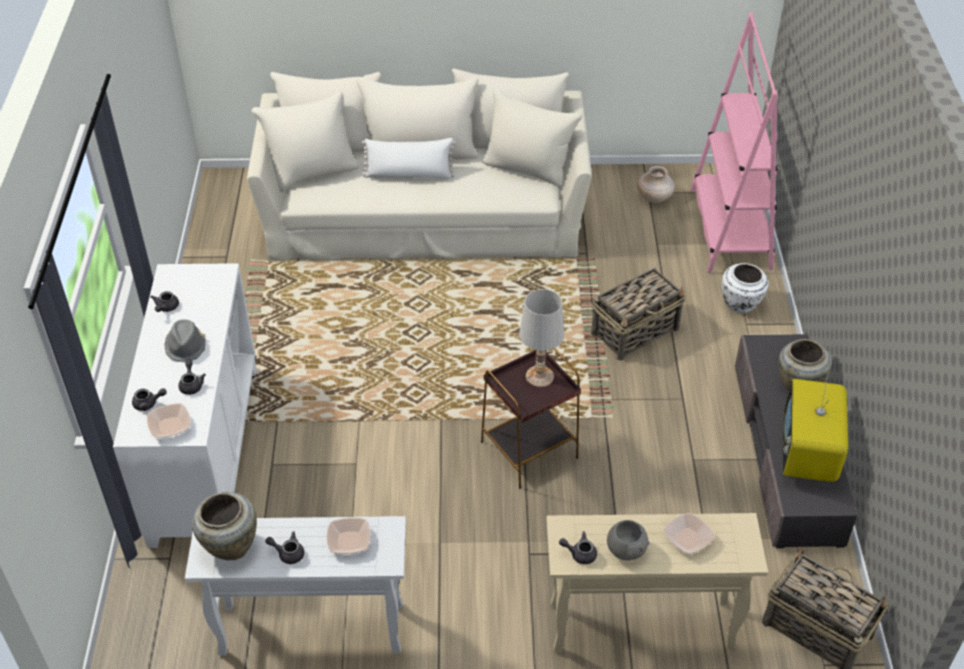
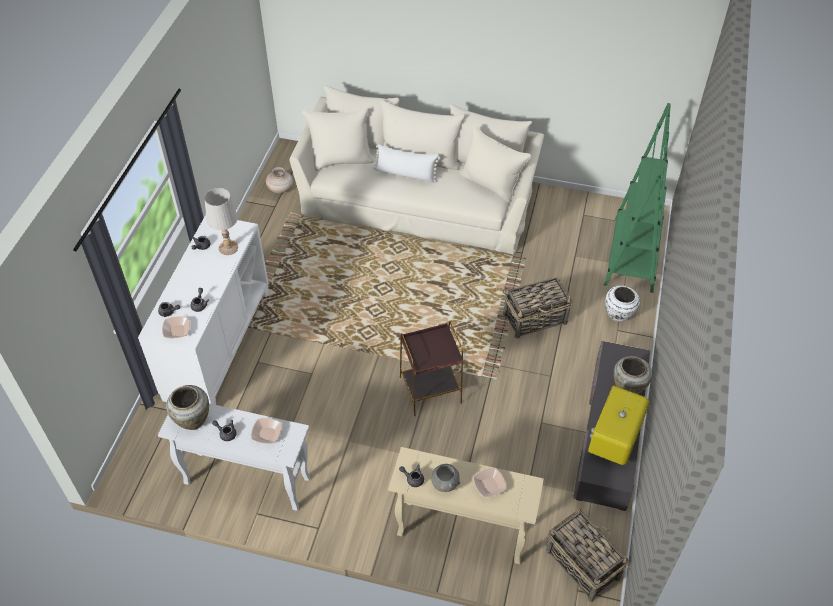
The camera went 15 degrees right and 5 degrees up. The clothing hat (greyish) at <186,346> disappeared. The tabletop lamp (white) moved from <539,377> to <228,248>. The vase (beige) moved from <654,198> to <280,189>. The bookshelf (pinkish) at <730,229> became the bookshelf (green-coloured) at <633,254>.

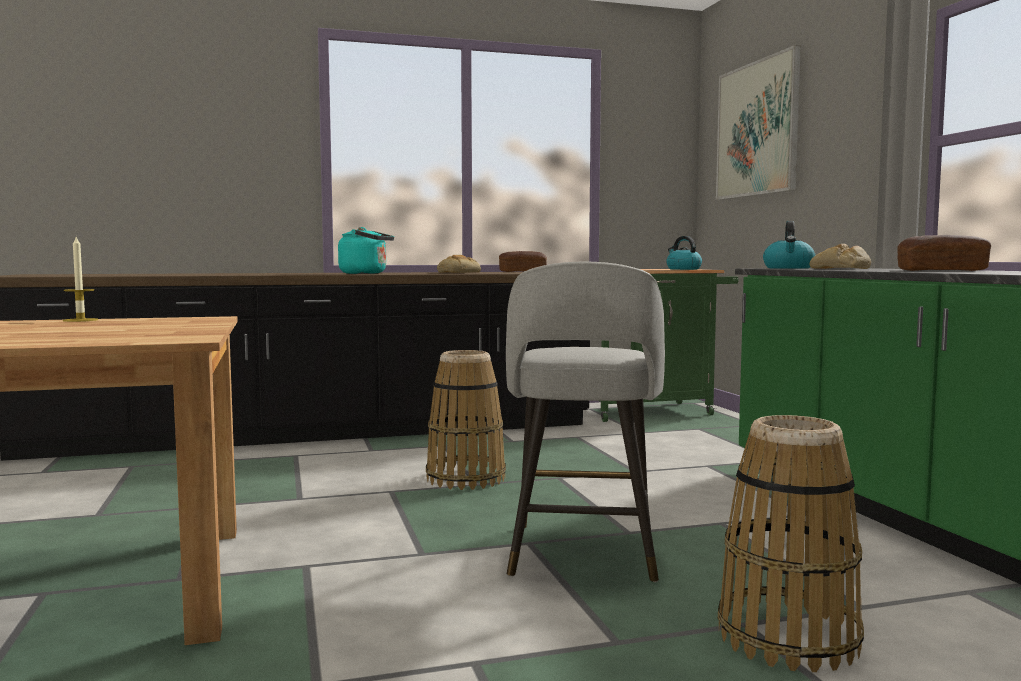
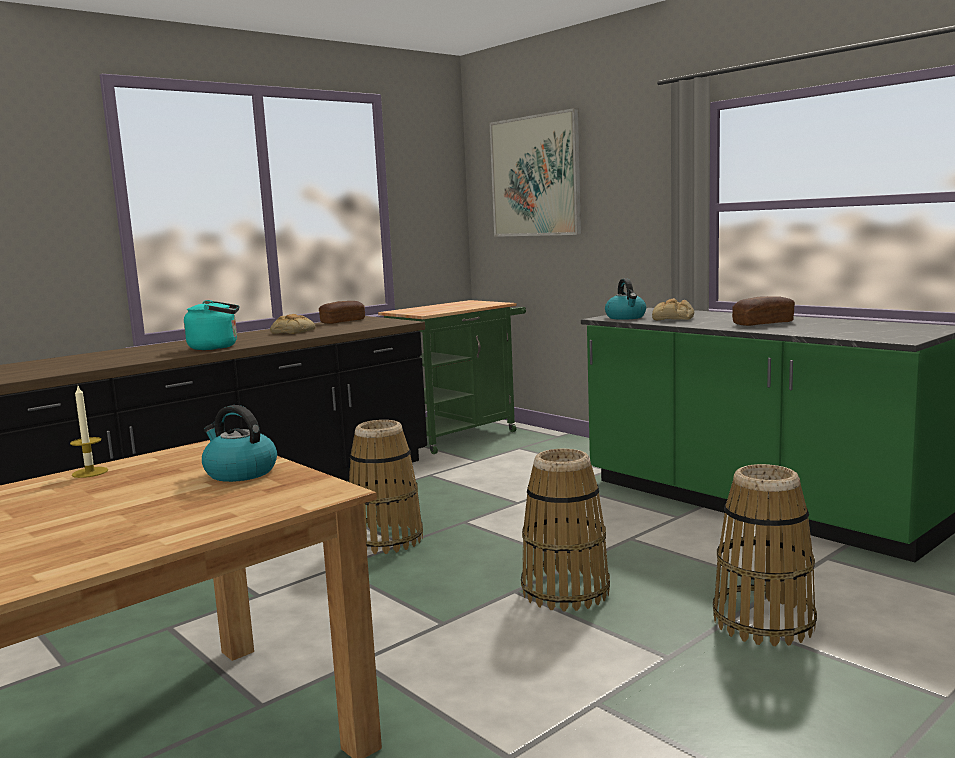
The camera went 25 degrees left and 5 degrees up. The stool (greyish) at <582,554> was replaced by the storage basket at <565,591>. The water kettle moved from <683,269> to <239,473>.

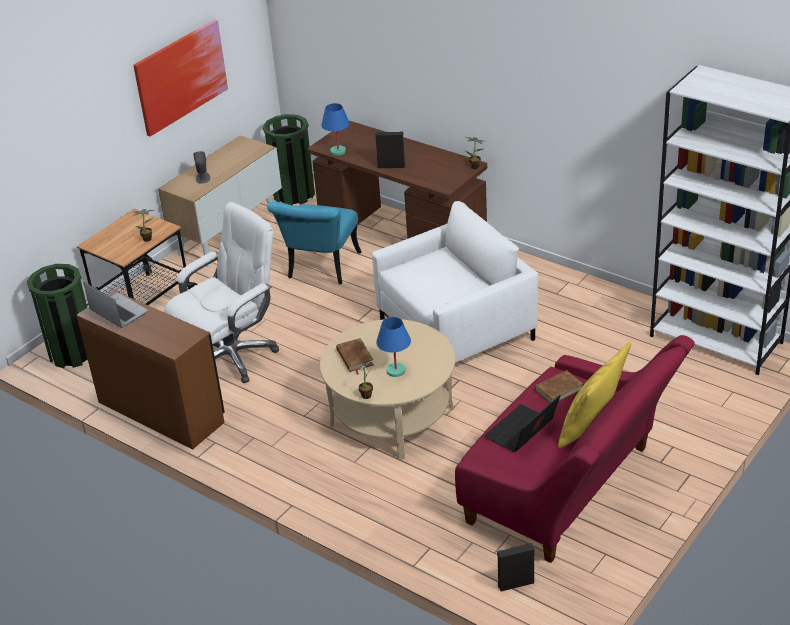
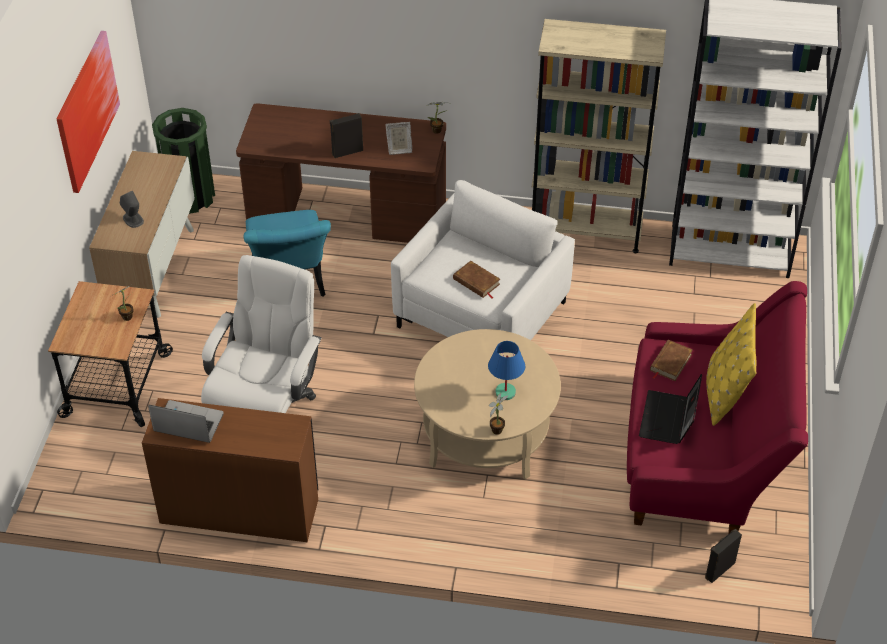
The camera went 30 degrees left and 10 degrees up. The trash can (green-coloured) at <73,352> disappeared. The tabletop lamp (bluish) at <337,151> disappeared. The volume (brownish) moved from <354,358> to <476,282>. The standing frame at <399,149> appeared. The bookshelf (beige) at <585,231> appeared.

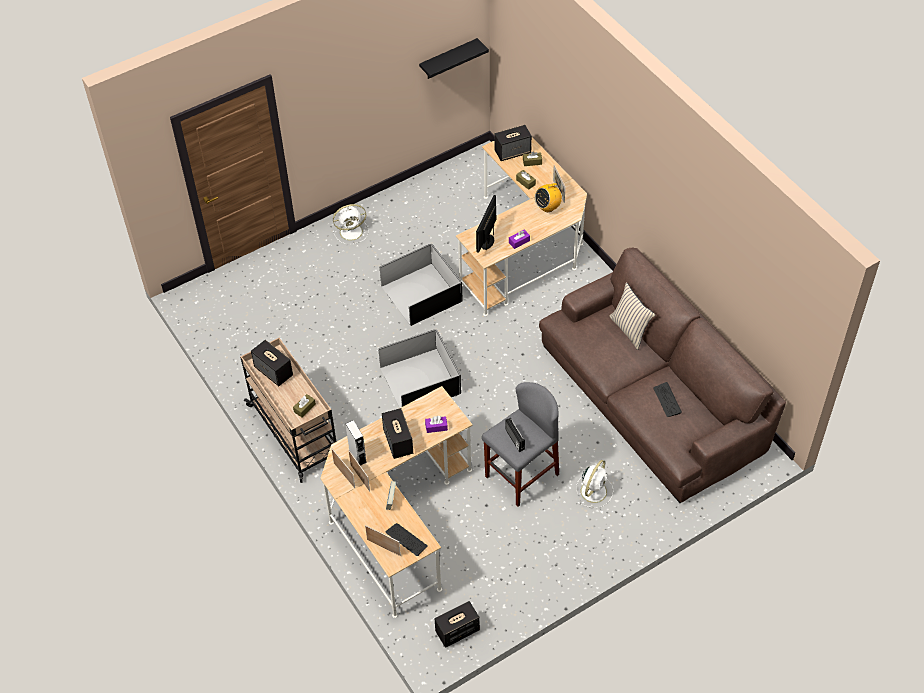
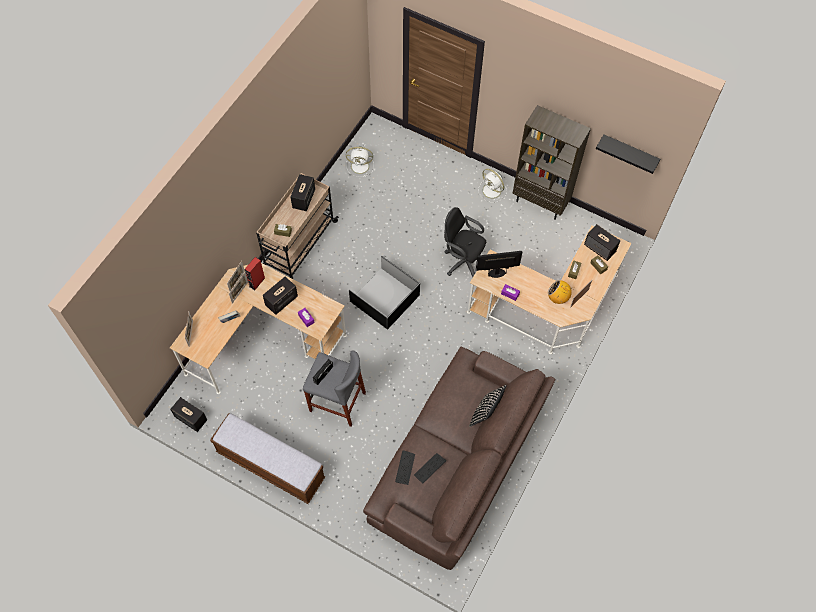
The camera went 60 degrees right and 10 degrees up. The loudspeaker (greyish) at <357,456> became the loudspeaker (red-coloured) at <257,282>. The storage box (blackish) at <421,293> was replaced by the office chair (blackish) at <463,261>. The keyboard moved from <406,540> to <405,468>. The fan (white) moved from <594,490> to <361,166>. The pillow (beige) at <630,329> became the pillow (blackish) at <486,413>. The long seat at <270,465> appeared. The bookshelf (brownish) at <540,202> appeared.

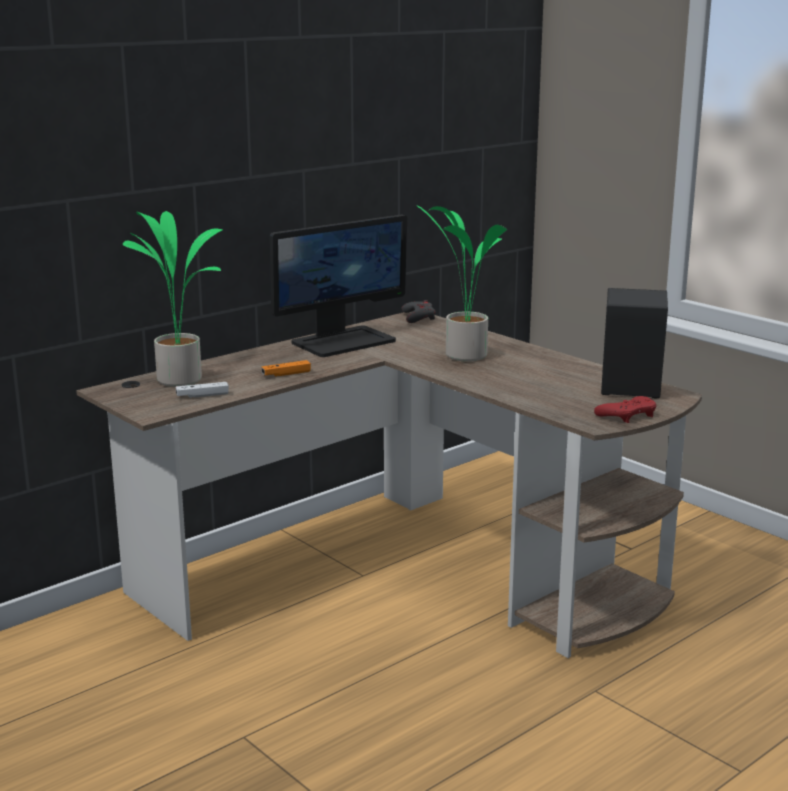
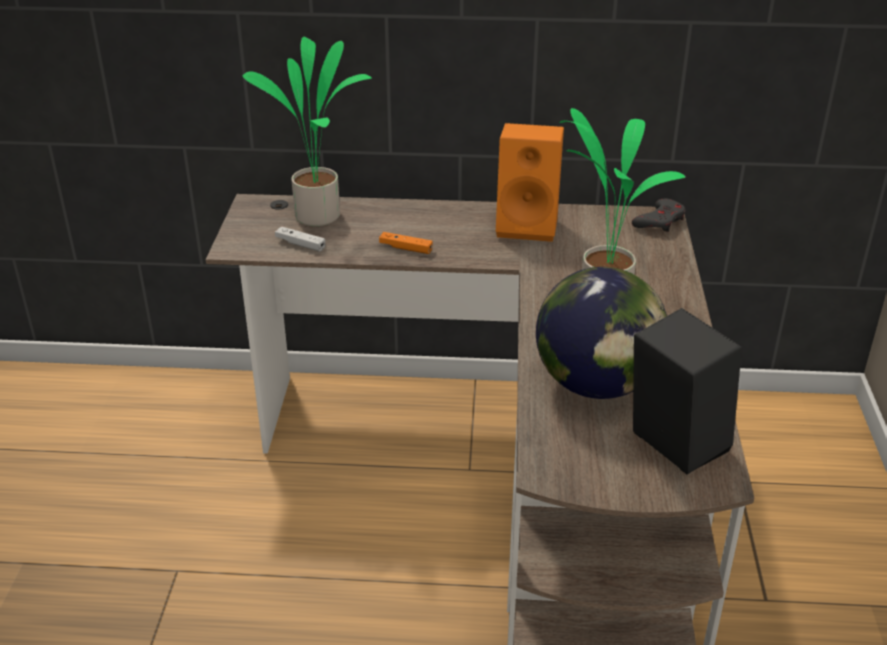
The camera went 45 degrees right and 15 degrees up. The computer screen at <343,341> was replaced by the loudspeaker (orangey) at <529,225>. The gamepad (red-coloured) at <628,415> disappeared. The desk globe at <596,385> appeared.

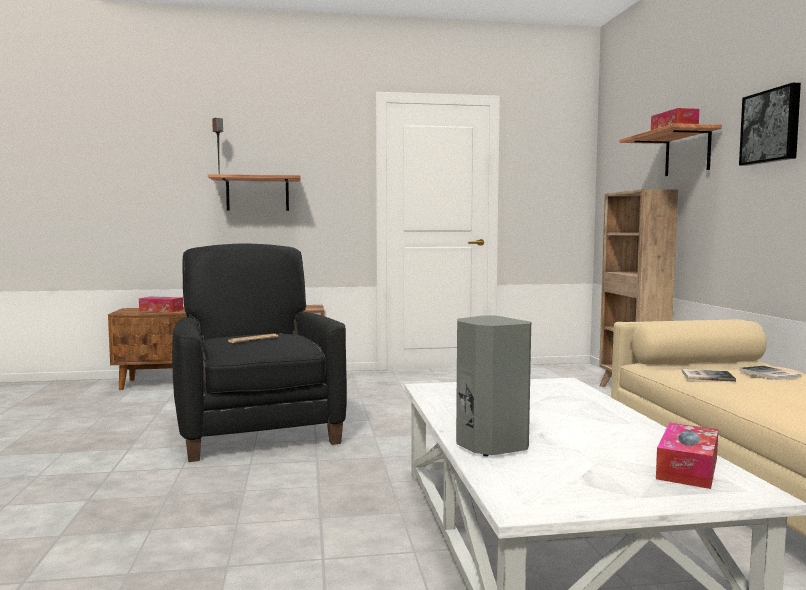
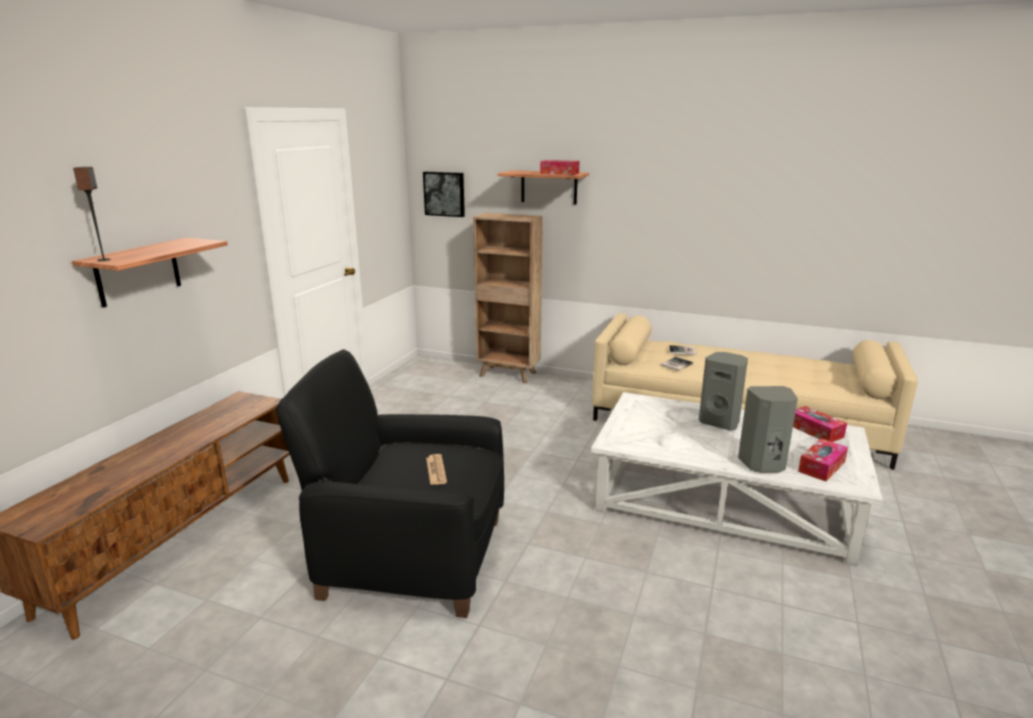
The camera went 60 degrees left and 15 degrees up. The tissue holder moved from <161,310> to <821,466>. The wall picture moved from <771,126> to <445,194>. The loudspeaker (greyish) at <720,422> appeared.

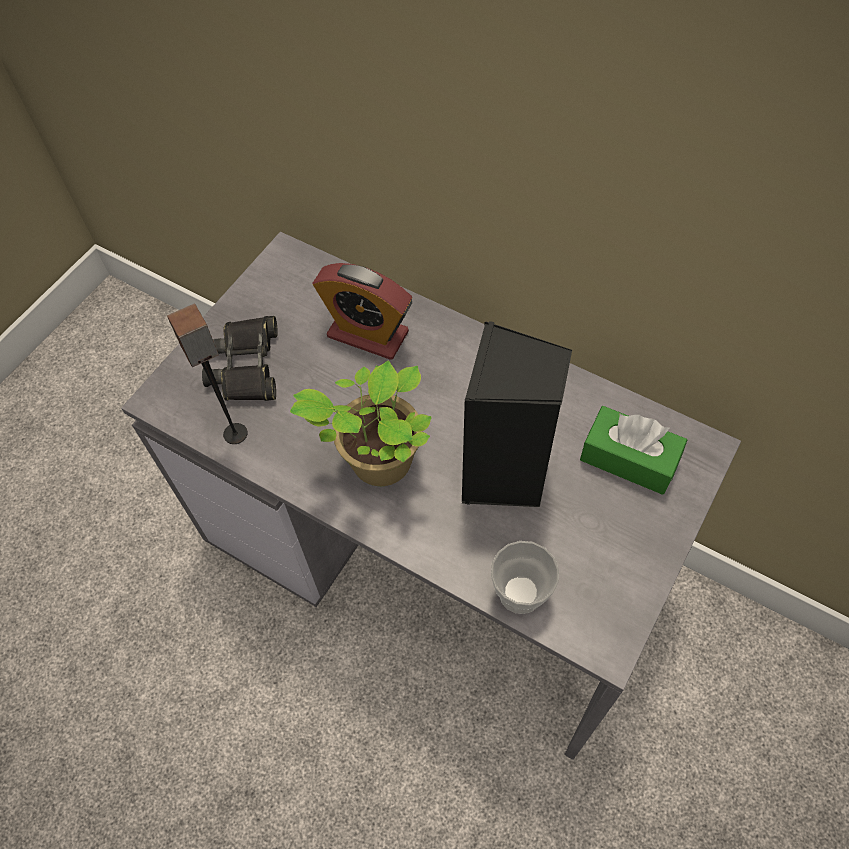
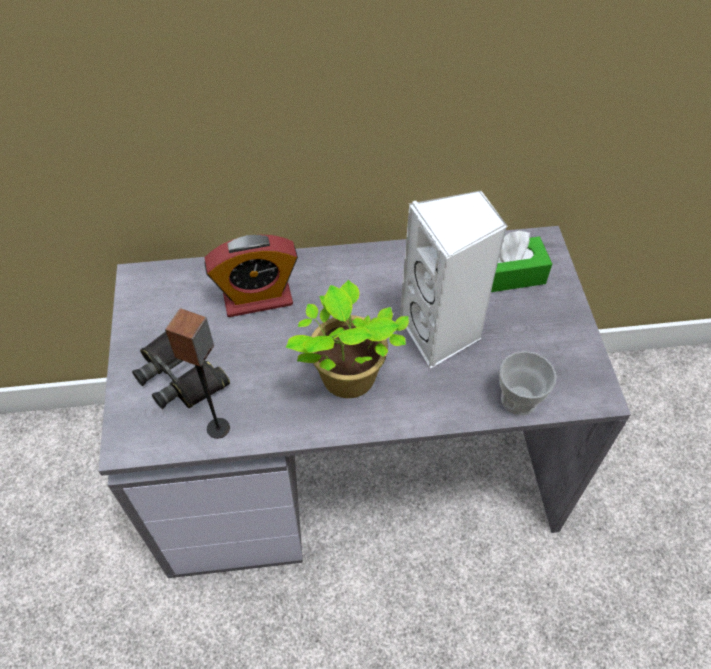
The camera went 40 degrees left and 5 degrees down. The loudspeaker (blackish) at <505,476> became the loudspeaker (white) at <441,333>.

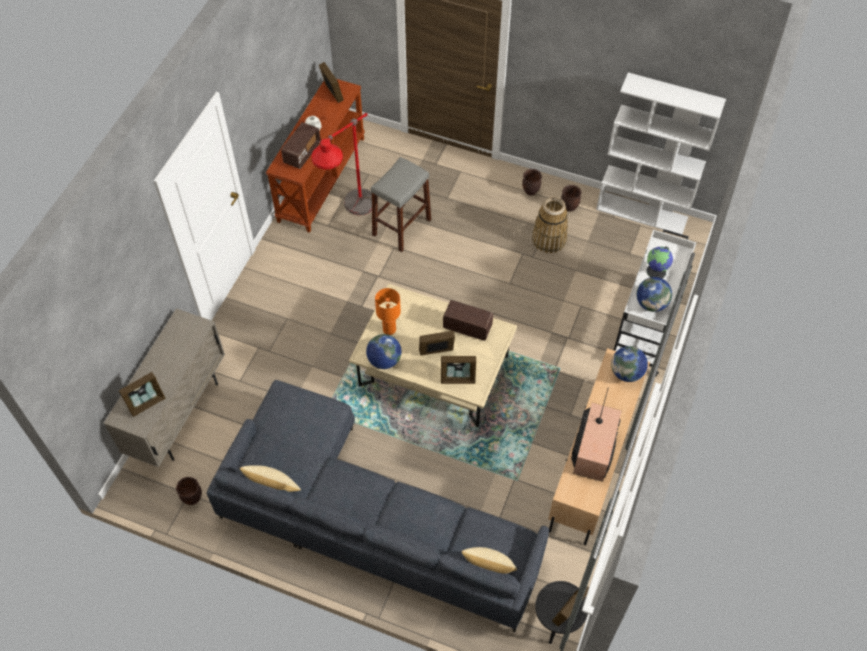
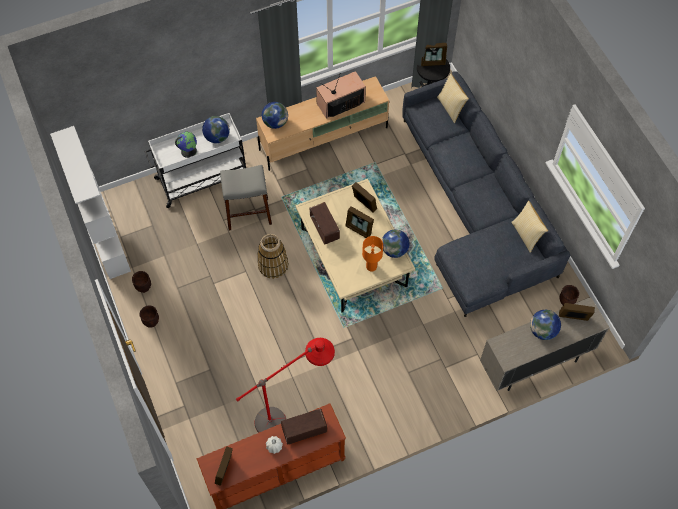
The camera went 135 degrees left and 5 degrees up. The stool (greyish) moved from <401,227> to <248,214>. The storage basket moved from <549,239> to <273,265>. The desk globe at <542,330> appeared.

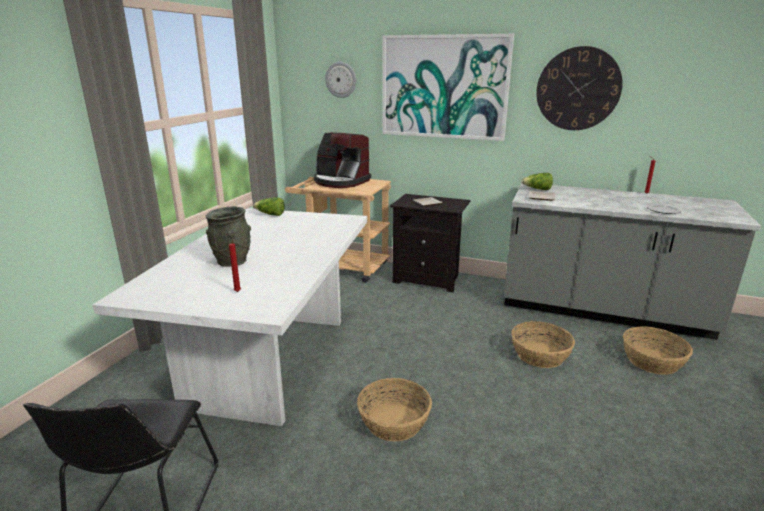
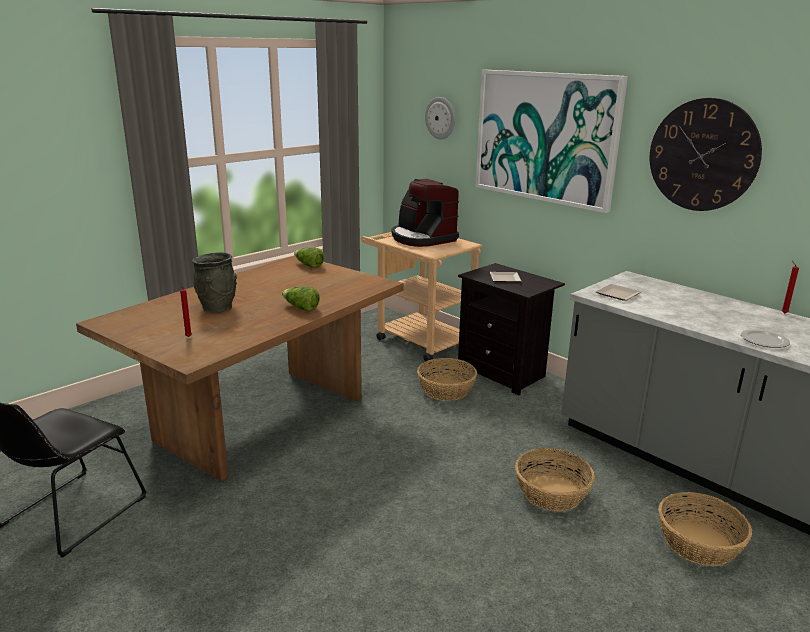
The camera went 25 degrees right and 0 degrees up. The kitchen table (white) at <269,359> became the kitchen table (brownish) at <262,418>. The storage basket moved from <394,421> to <446,390>. The lettuce head moved from <537,189> to <301,308>.

